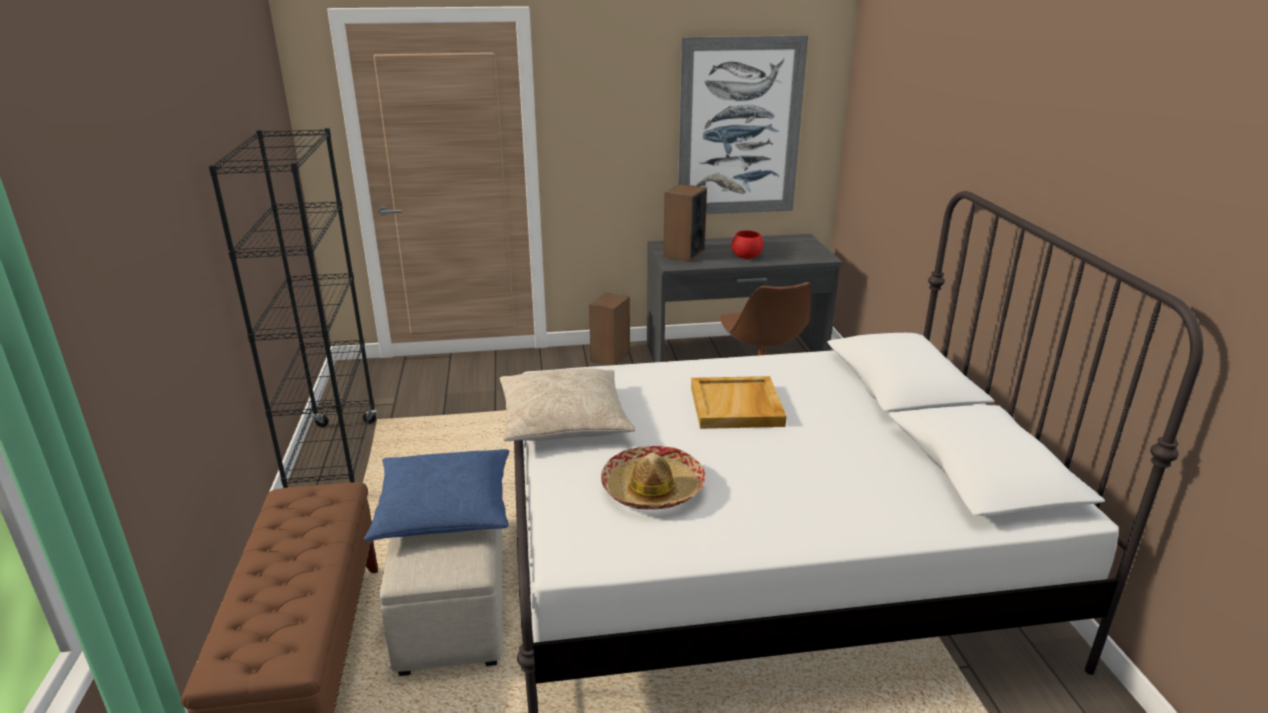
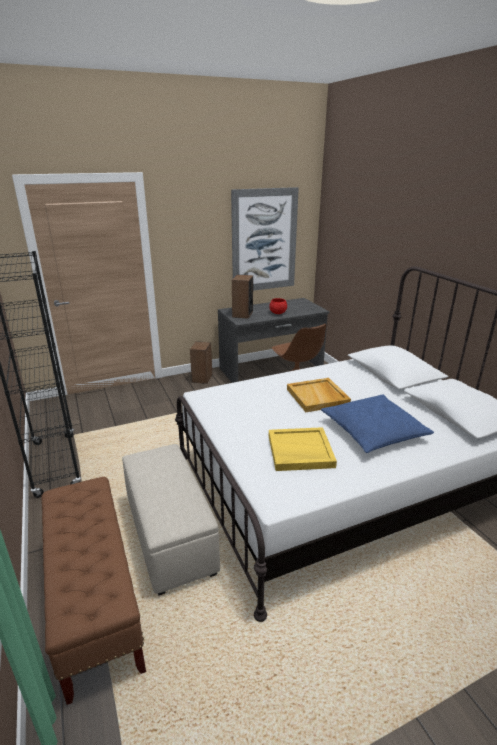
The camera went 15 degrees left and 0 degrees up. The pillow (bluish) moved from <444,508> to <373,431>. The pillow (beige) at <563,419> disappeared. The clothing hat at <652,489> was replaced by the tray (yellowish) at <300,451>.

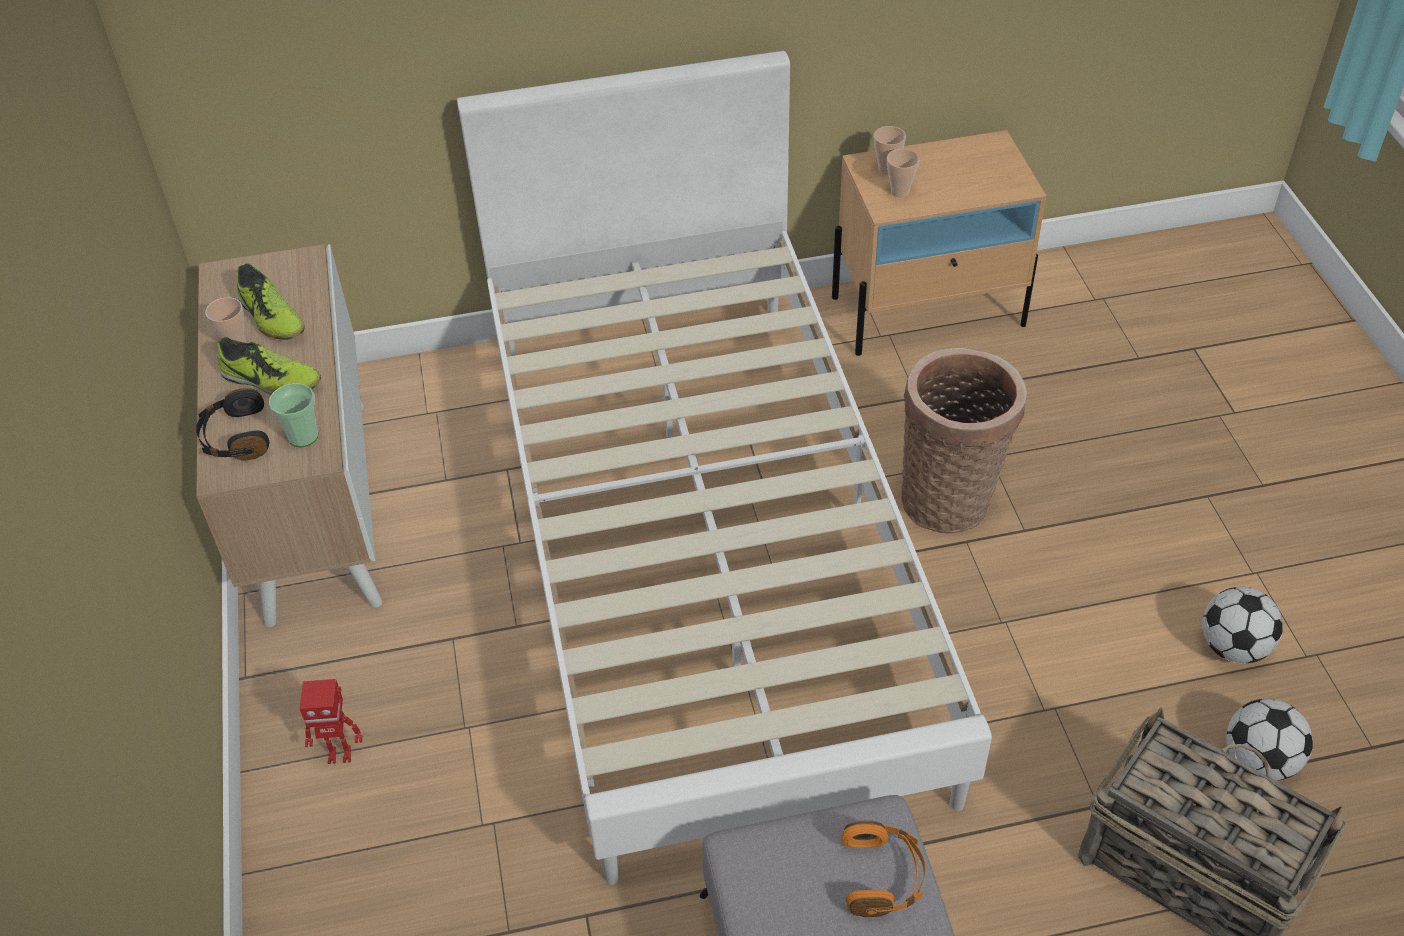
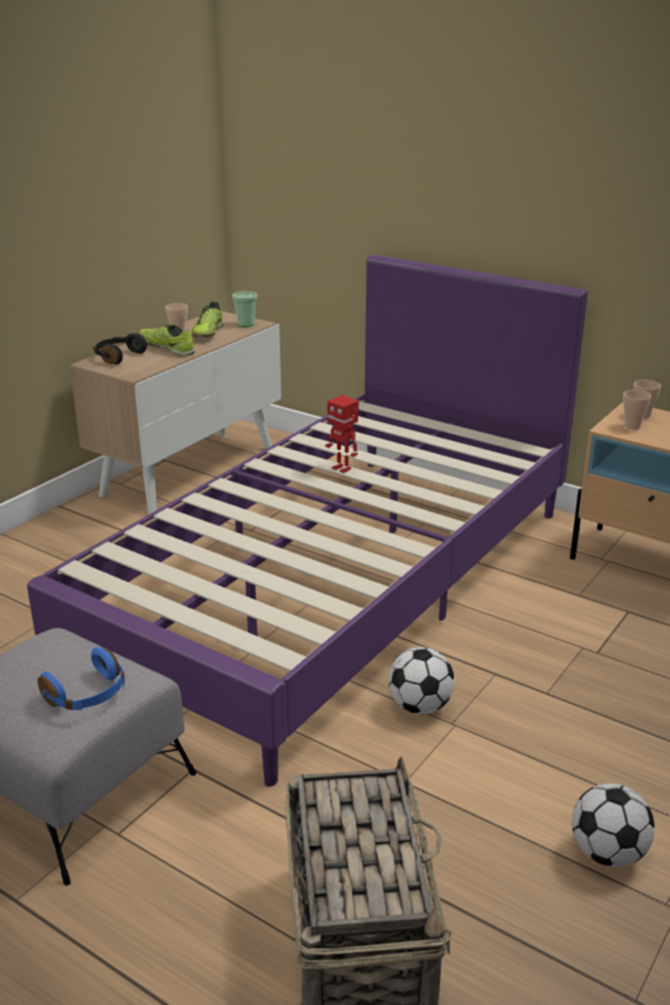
The camera went 45 degrees right and 20 degrees down. The item of footwear at <271,381> turned 150 degrees clockwise. The small cup moved from <303,436> to <246,324>. The robot figure moved from <340,754> to <342,468>. The sleeping bed (white) at <705,546> became the sleeping bed (purplish) at <335,583>. The headphones (orangey) at <882,877> became the headphones (bluish) at <88,695>. The storage basket at <950,497> disappeared. The football ball moved from <1259,761> to <419,706>.

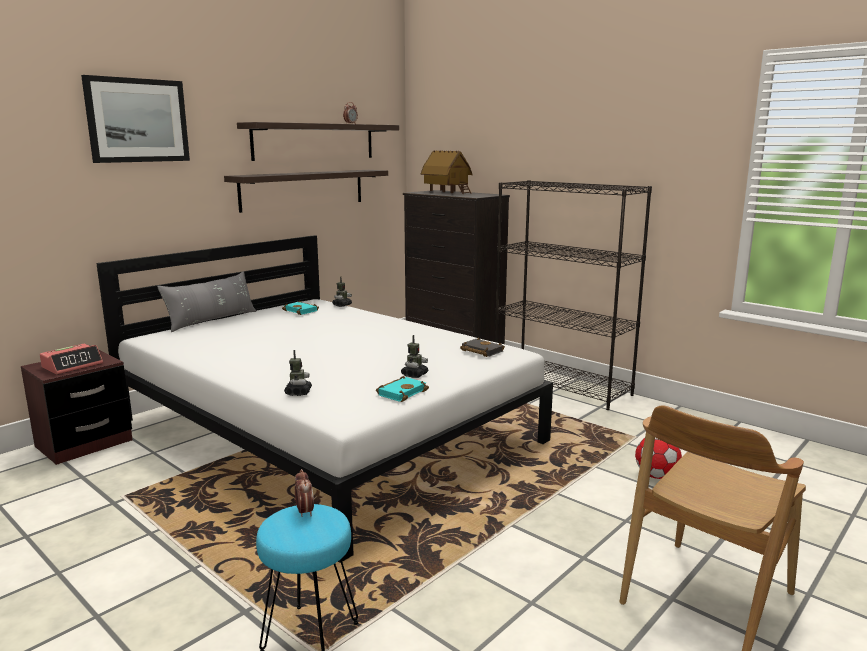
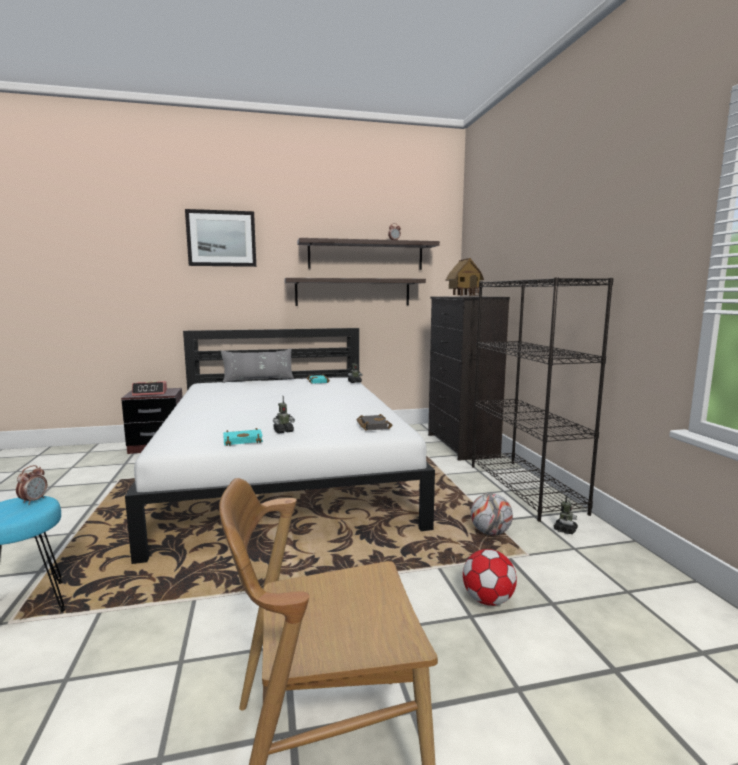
The camera went 35 degrees right and 5 degrees down. The robot figure moved from <298,392> to <565,530>. The football ball at <490,533> appeared.

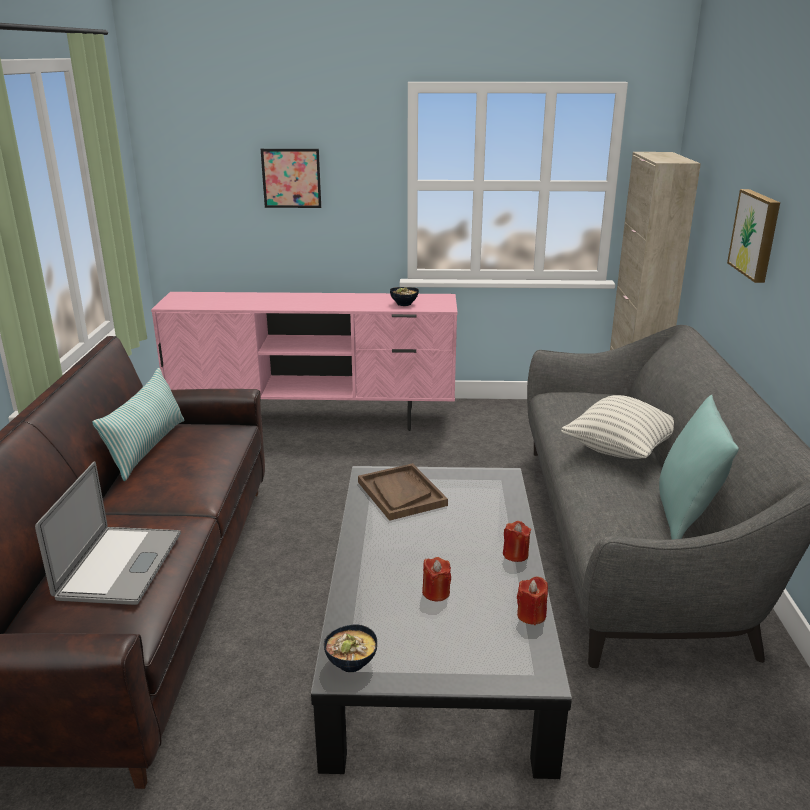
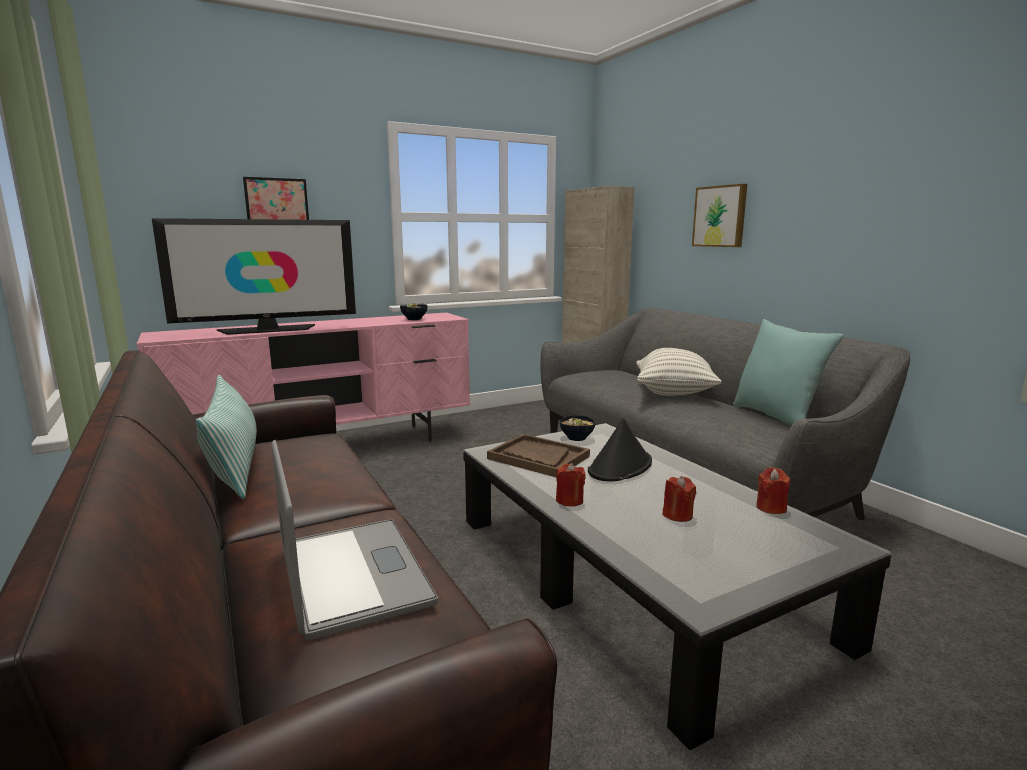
The camera went 30 degrees left and 10 degrees down. The bowl moved from <350,663> to <576,438>. The wax candle (red-coloured) moved from <515,554> to <569,501>. The television at <268,330> appeared. The clothing hat (blackish) at <620,467> appeared.

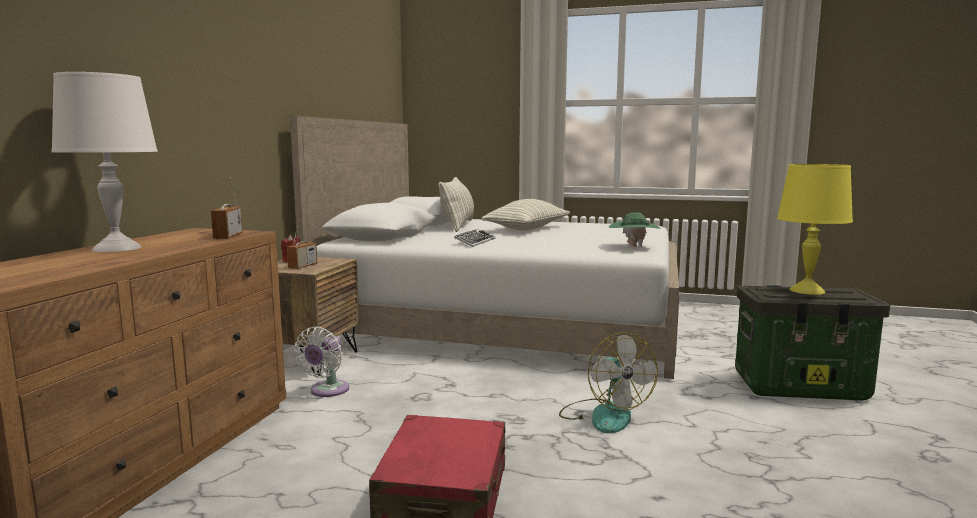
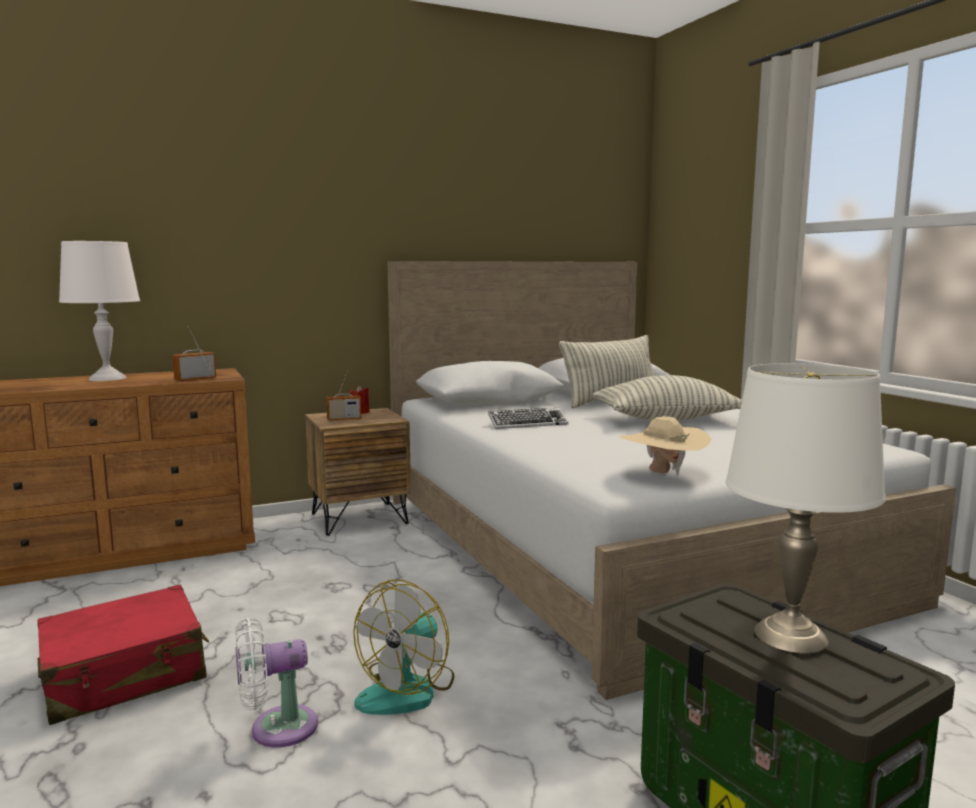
The camera went 50 degrees right and 0 degrees up. The fan (white) moved from <327,391> to <276,728>. The clothing hat (green-coloured) at <633,247> became the clothing hat (beige) at <662,473>. The tabletop lamp (yellowish) at <806,290> became the tabletop lamp (white) at <790,635>.

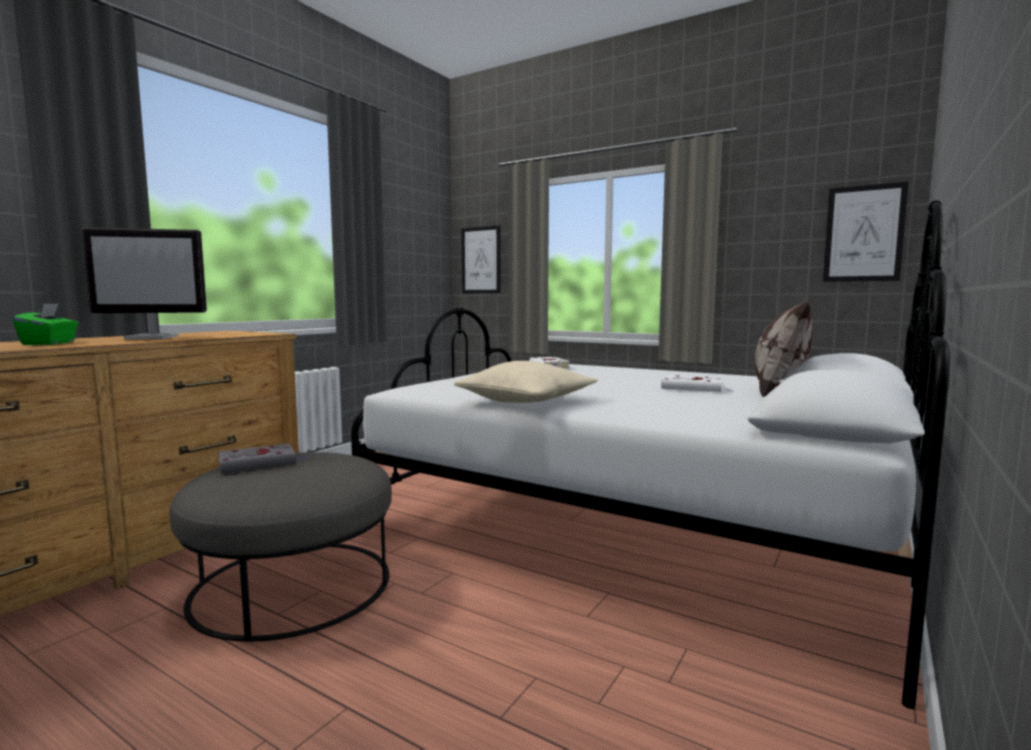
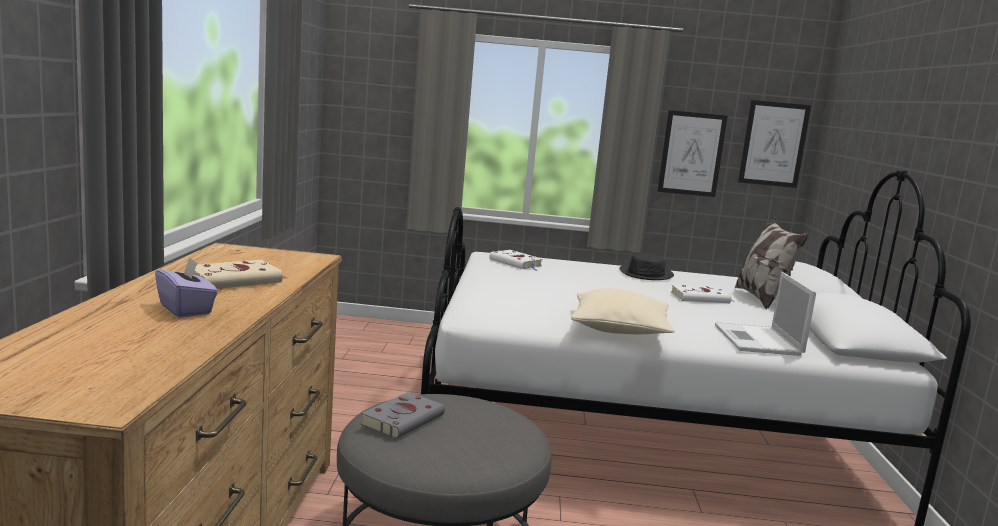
The camera went 30 degrees left and 5 degrees up. The tissue holder (green-coloured) at <49,343> became the tissue holder (purplish) at <186,309>. The computer screen at <153,338> was replaced by the volume (beige) at <237,280>. The wall picture moved from <481,260> to <691,153>. The clothing hat (blackish) at <646,274> appeared. The notebook computer at <758,341> appeared.

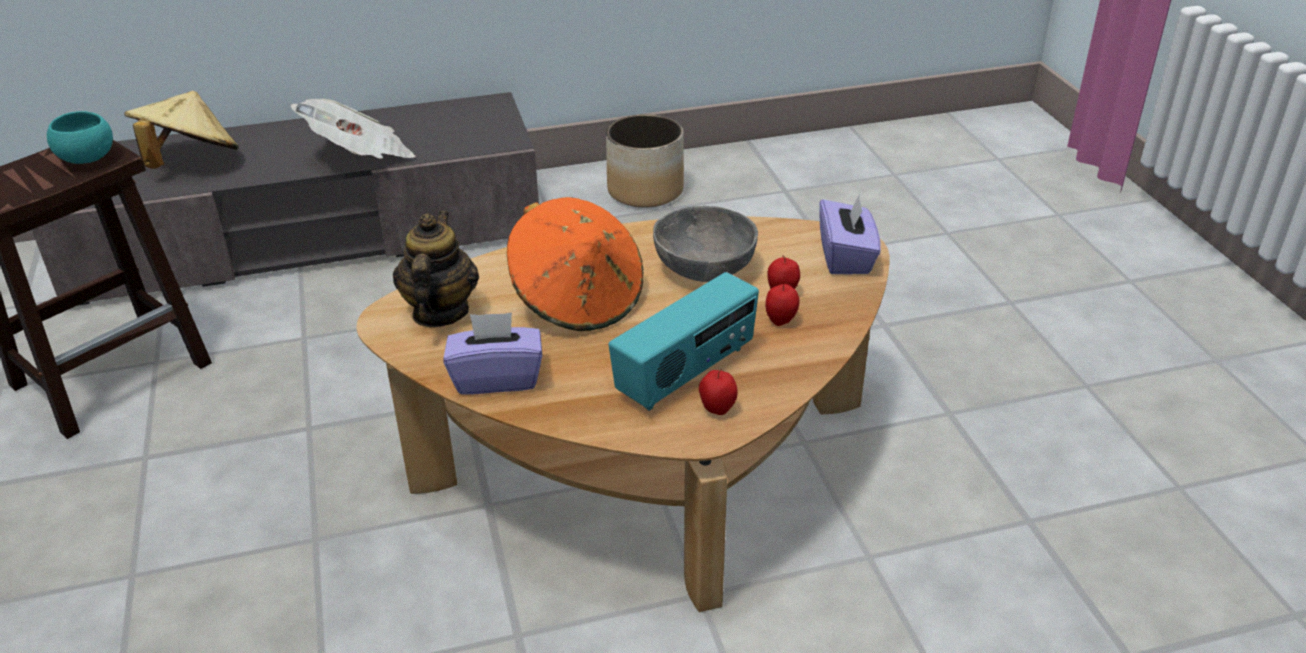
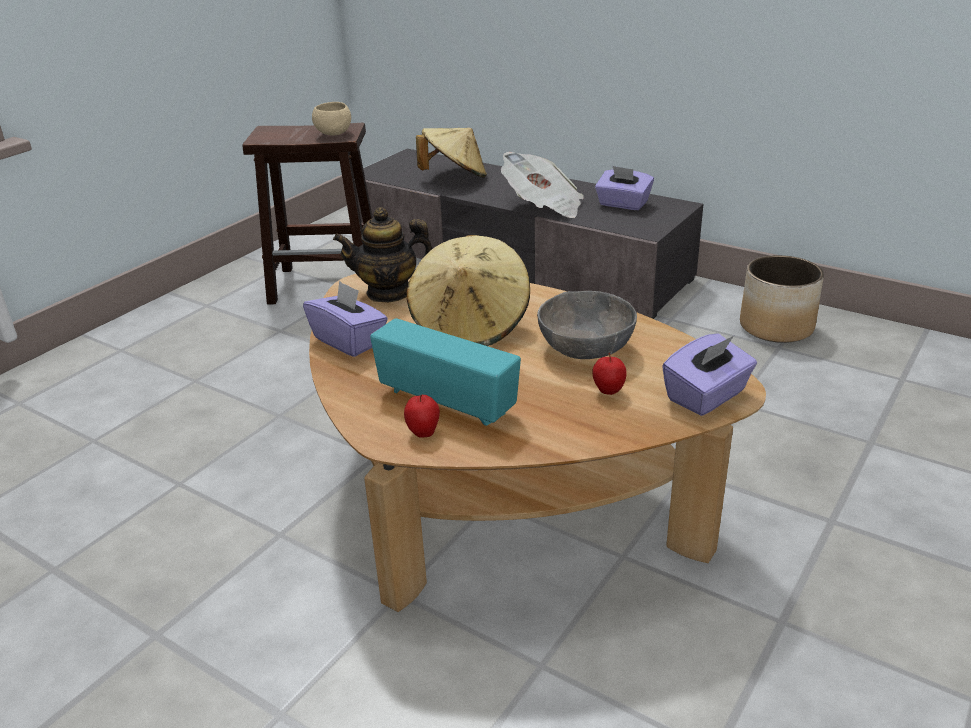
The camera went 50 degrees right and 5 degrees down. The bowl (turquoise) at <87,159> became the bowl (beige) at <333,134>. The tea pot at <439,312> turned 150 degrees counterclockwise. The clothing hat (orangey) at <578,300> became the clothing hat (beige) at <470,325>. The radio set at <686,374> turned 150 degrees counterclockwise. The apple at <781,321> disappeared. The tissue holder (purplish) at <623,204> appeared.

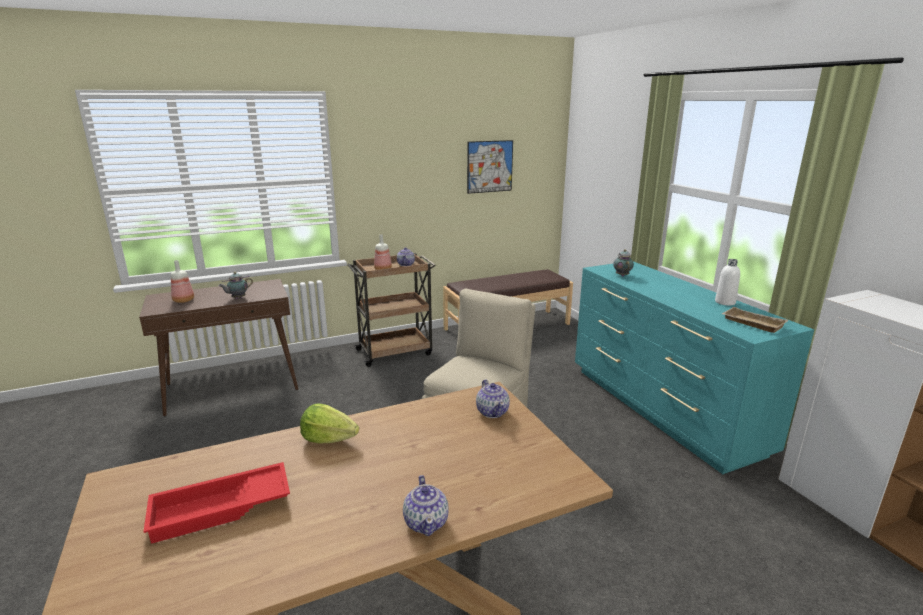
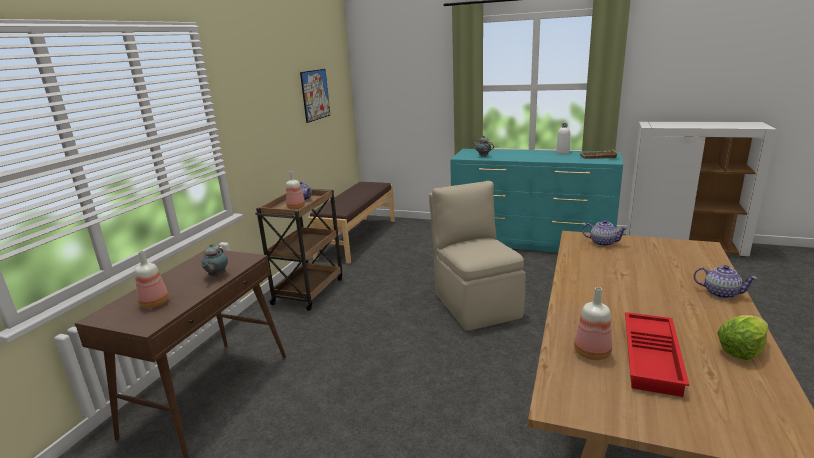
The camera went 45 degrees left and 0 degrees up. The lettuce head moved from <328,439> to <741,350>. The bottle at <591,352> appeared.

